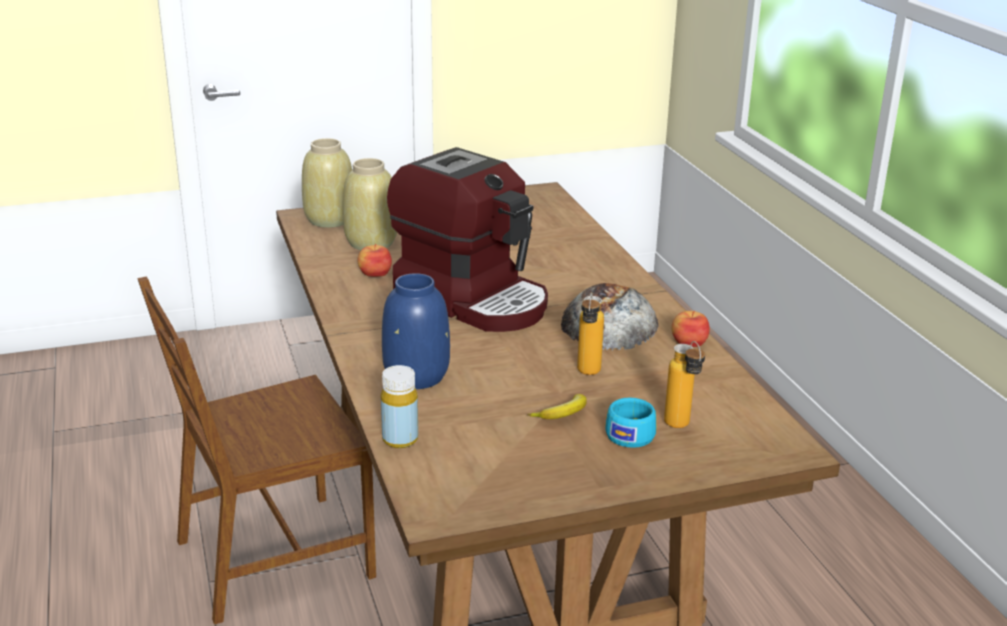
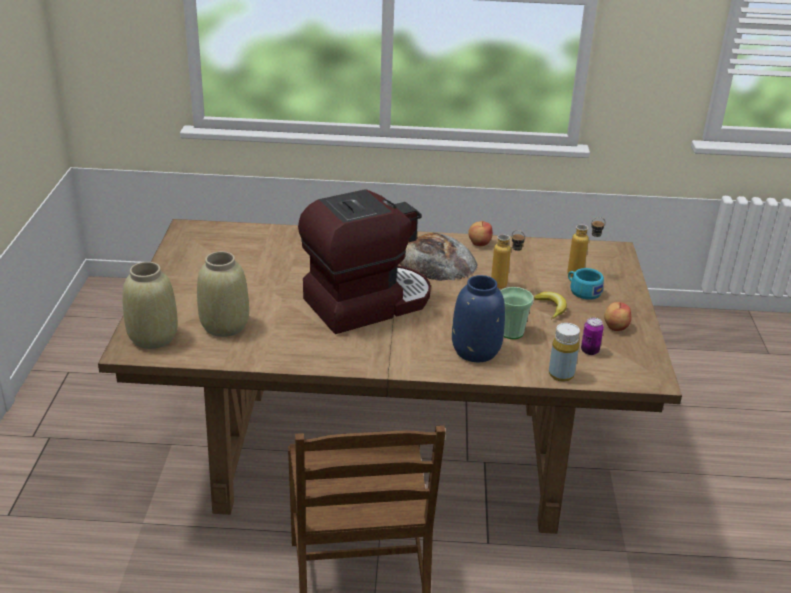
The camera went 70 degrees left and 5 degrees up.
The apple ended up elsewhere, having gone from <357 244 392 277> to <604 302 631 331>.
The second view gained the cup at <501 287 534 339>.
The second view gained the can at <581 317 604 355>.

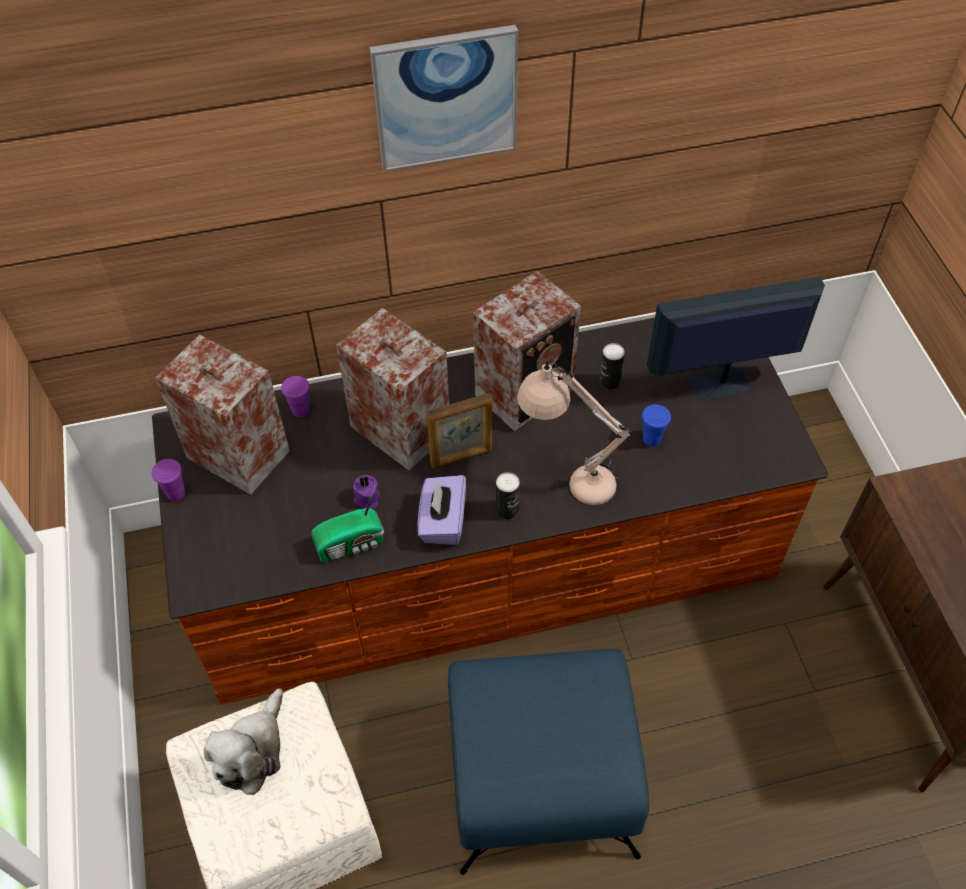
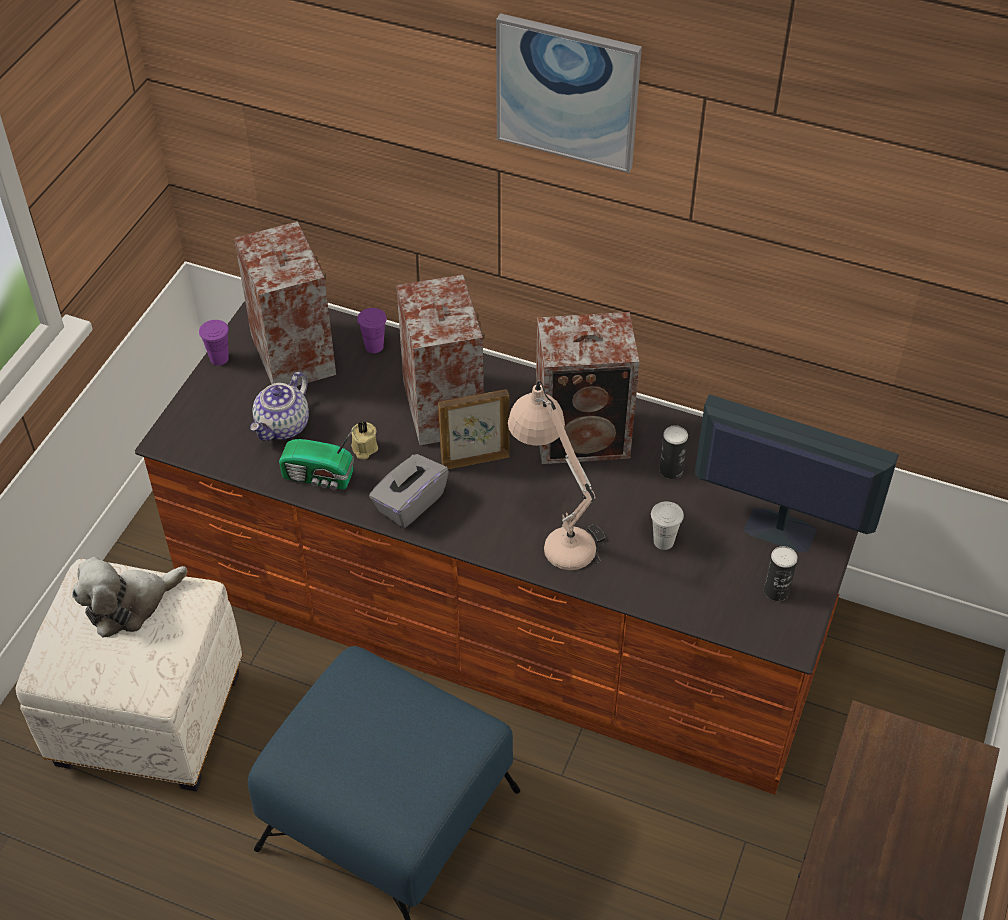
The camera went 35 degrees right and 5 degrees down.
What was the candle/purple at <353 475 380 509> turned into the candle/beige at <351 421 378 459>.
What was the tissue box/purple at <418 475 466 545> turned into the tissue box/grey at <369 454 449 528>.
The picture frame at <427 393 492 469> ended up facing another way, 150 degrees clockwise from before.
The can ended up elsewhere, having gone from <496 472 520 520> to <764 546 798 601>.
What was the cup/blue at <642 404 671 446> turned into the cup/white at <651 501 684 550>.
The second view gained the teapot at <250 372 309 441>.

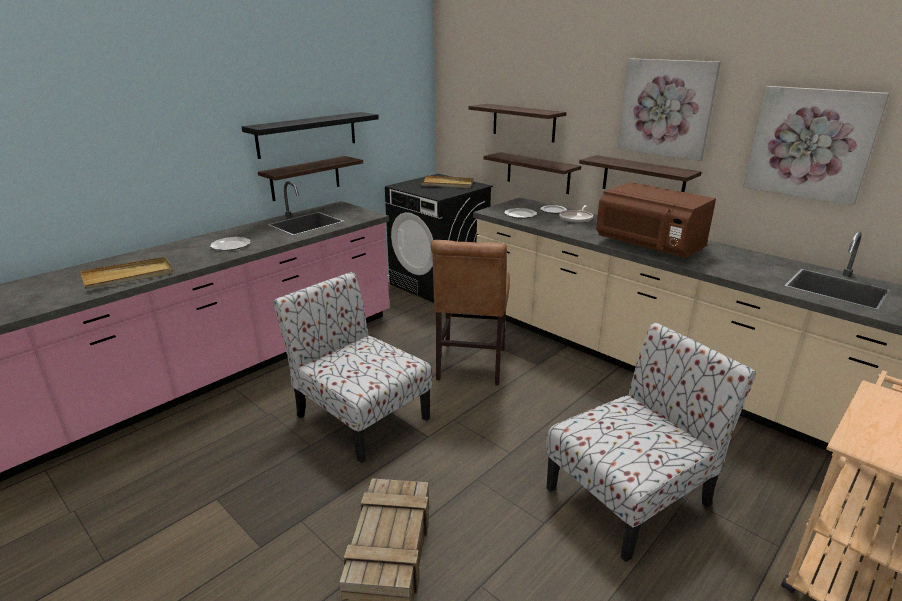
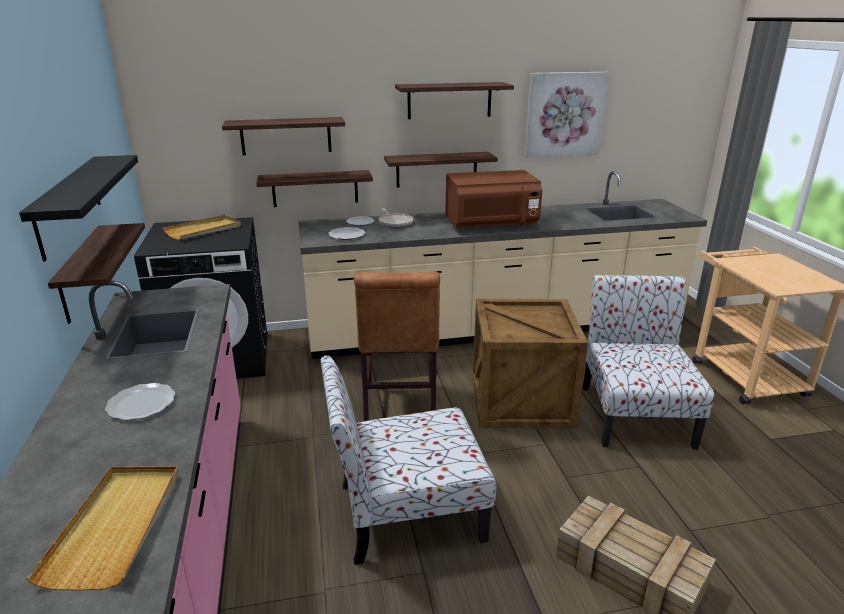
The camera went 55 degrees left and 0 degrees up.
The chair/brown at <431 240 510 385> ended up facing another way, 45 degrees clockwise from before.
Where the picture hung at <617 59 721 161>, the shelf came to hang at <395 82 514 119>.
The second view gained the crate at <473 299 588 428>.

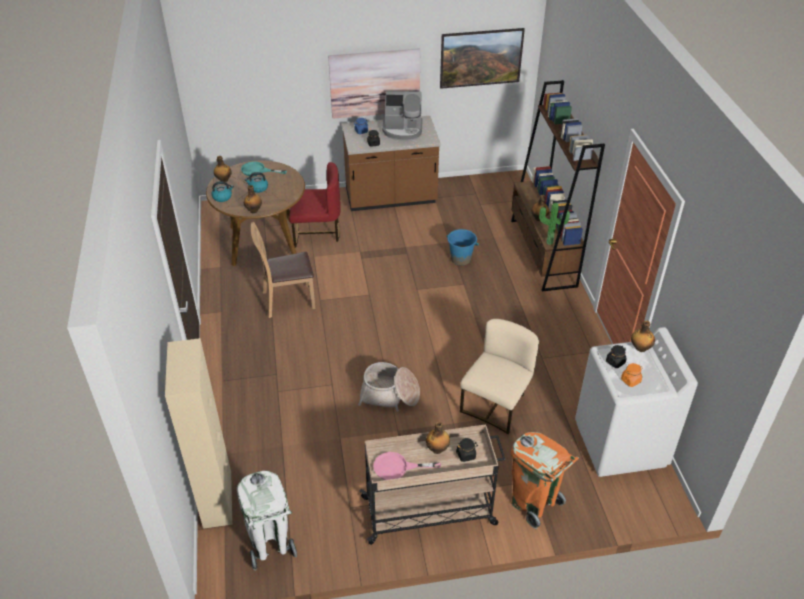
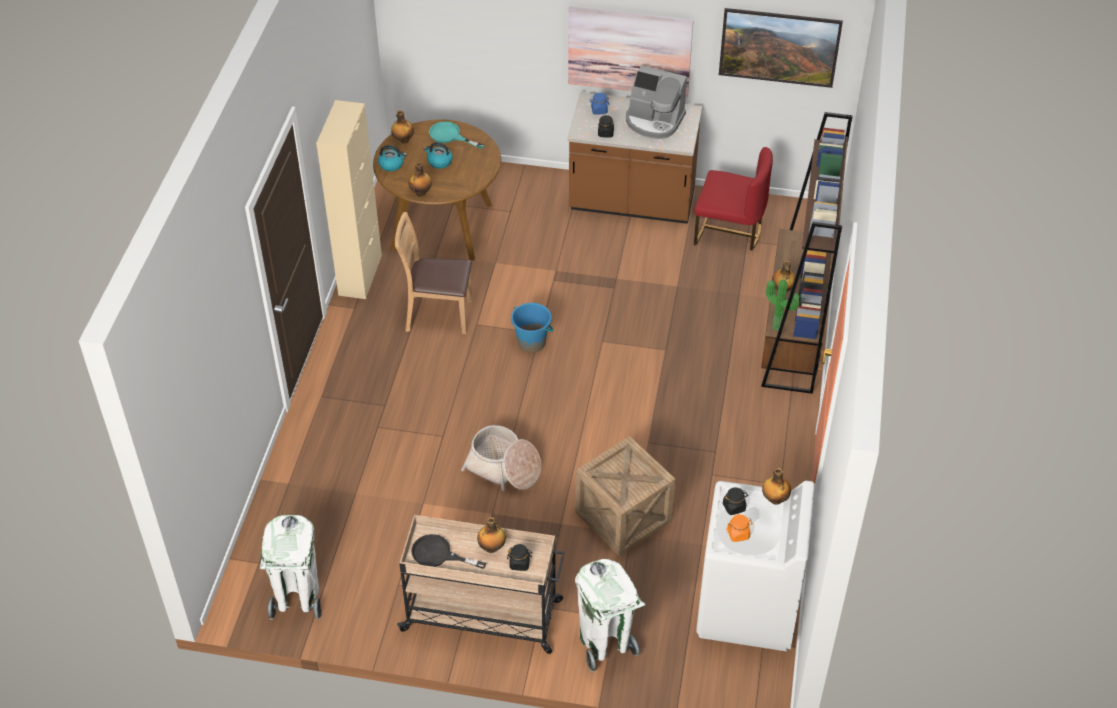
The camera went 20 degrees right and 5 degrees up.
The cabinet/beige ended up elsewhere, having gone from <165 338 233 529> to <316 100 382 299>.
The chair/red ended up elsewhere, having gone from <289 162 341 247> to <694 147 773 250>.
What was the frying pan/pink at <373 452 441 480> turned into the frying pan/black at <411 534 486 569>.
The bucket/blue ended up elsewhere, having gone from <446 229 479 266> to <511 303 554 353>.
Where the chair/beige stood at <460 319 539 434>, the crate came to stand at <575 436 676 557>.
What was the trash can/orange at <511 432 579 529> turned into the trash can/white at <575 559 646 673>.

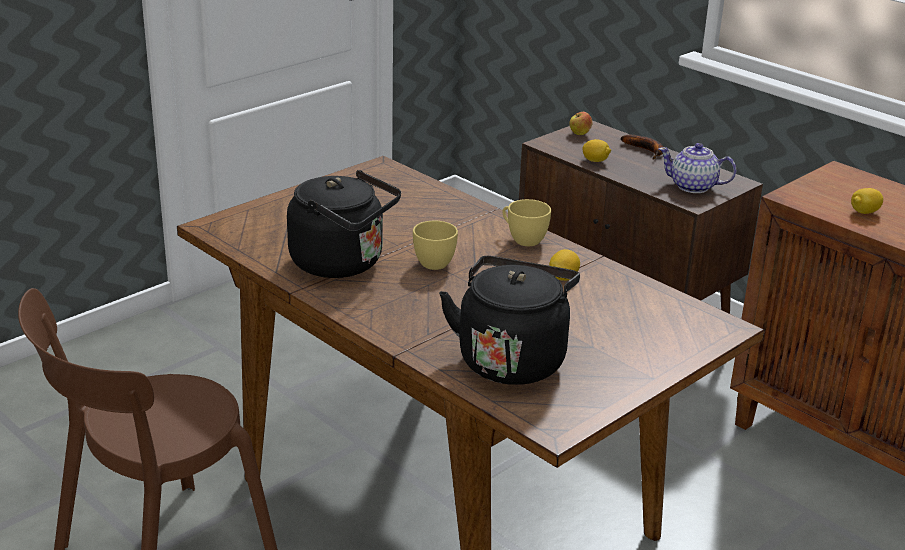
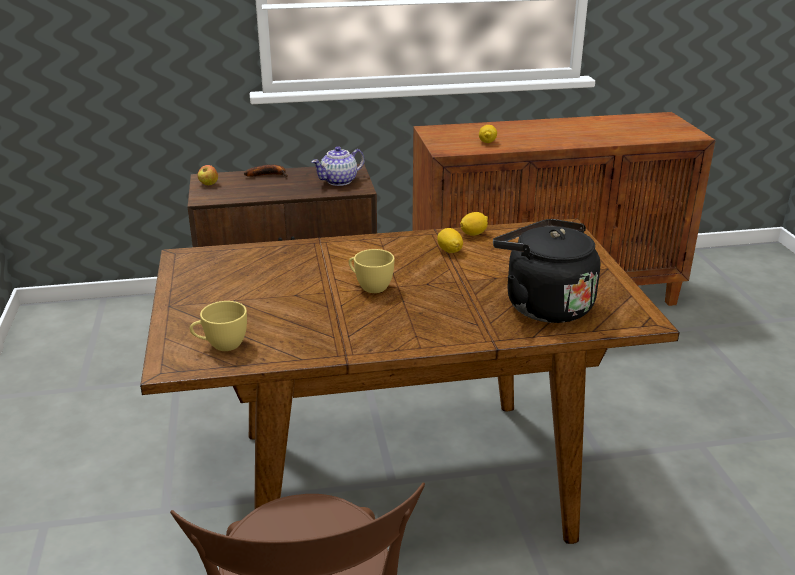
The camera went 55 degrees left and 0 degrees up.
The second view lost the kettle/black at <287 170 401 278>.
The cup/yellow ended up elsewhere, having gone from <502 199 551 246> to <190 301 247 351>.
The lemon ended up elsewhere, having gone from <582 139 611 162> to <460 212 488 236>.

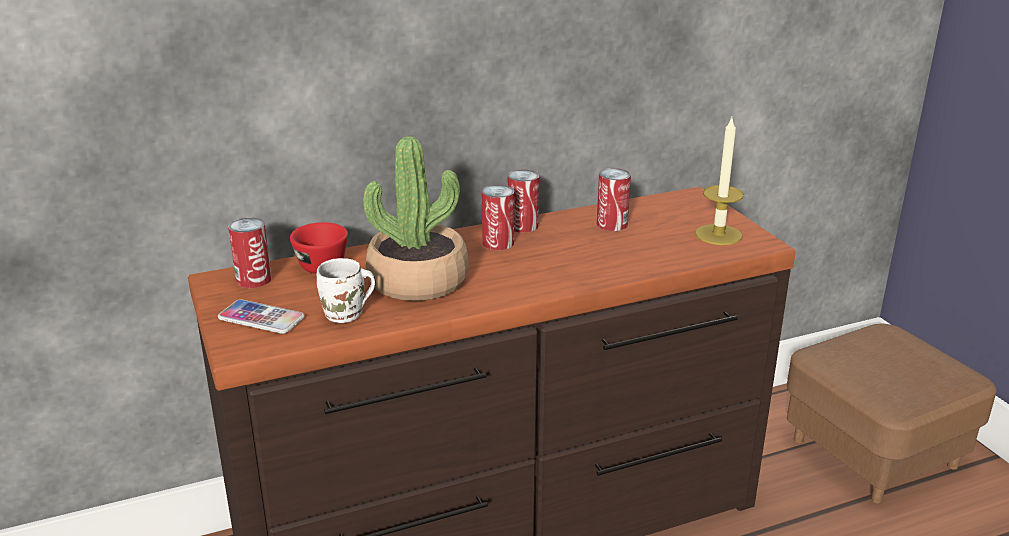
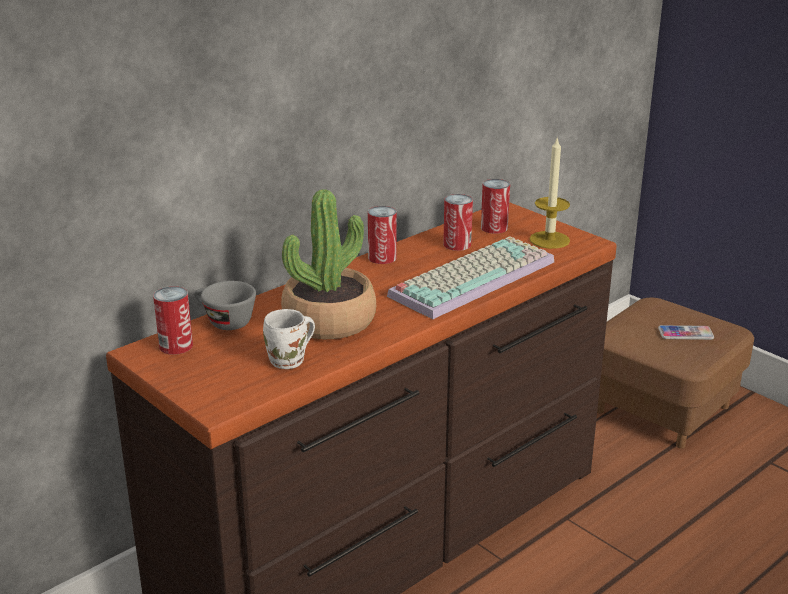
The camera went 20 degrees left and 0 degrees up.
The phone ended up elsewhere, having gone from <218 299 305 334> to <658 325 714 340>.
What was the cup/red at <290 222 348 274> turned into the cup/grey at <194 281 256 330>.
The can ended up elsewhere, having gone from <482 185 514 250> to <481 179 510 234>.
The second view gained the keyboard at <387 236 554 319>.

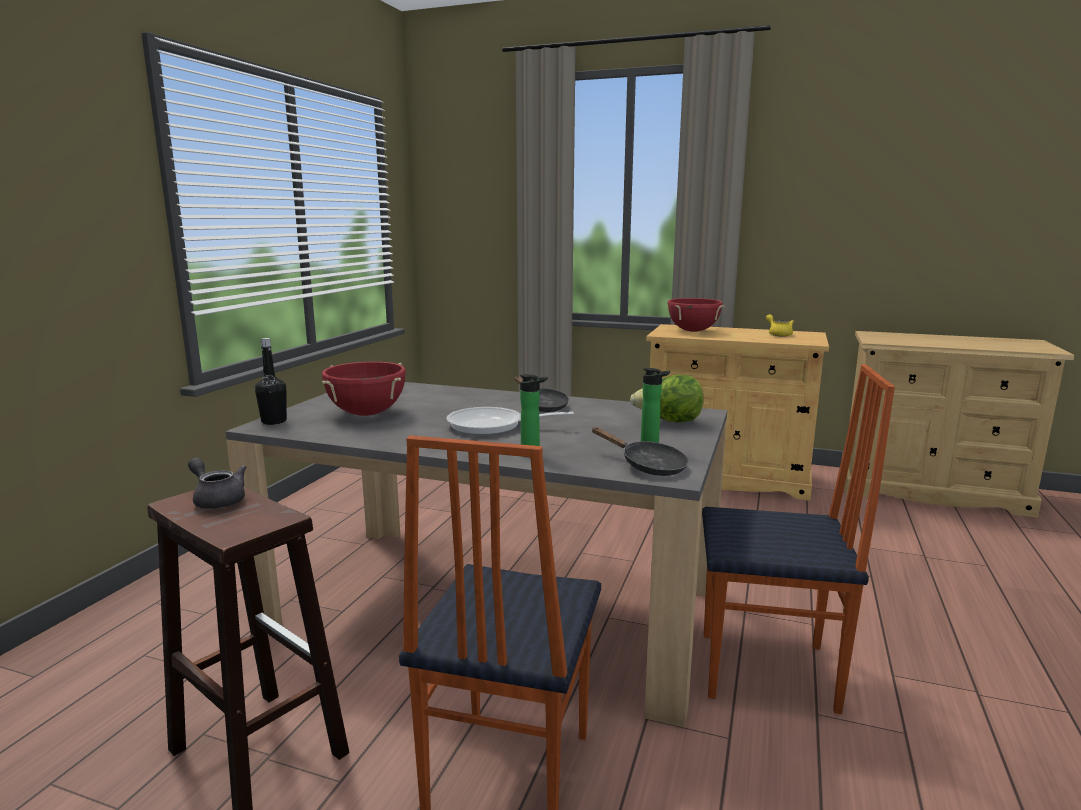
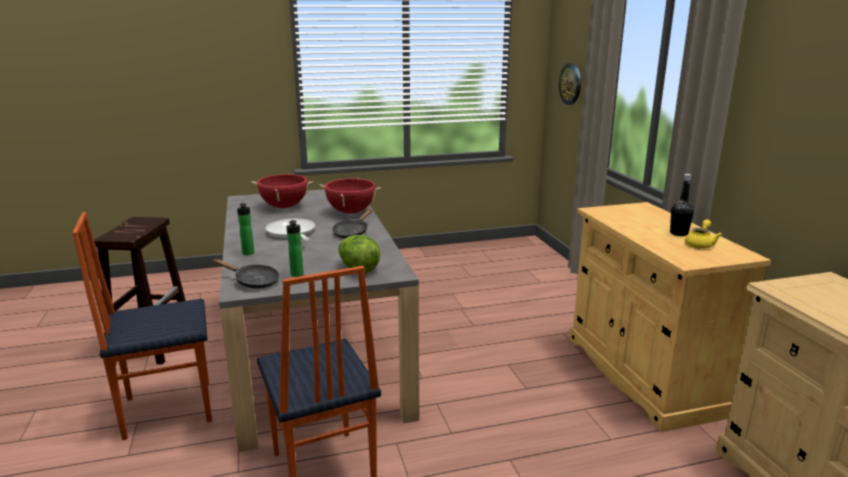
The camera went 55 degrees right and 5 degrees up.
The second view lost the teapot/grey at <188 458 246 509>.
The bottle/black ended up elsewhere, having gone from <255 338 287 425> to <670 174 694 236>.
The frying pan/black at <592 427 688 476> ended up facing another way, 75 degrees counterclockwise from before.
The cooking pot/red ended up elsewhere, having gone from <667 298 725 332> to <319 178 381 214>.
The second view gained the wall clock at <559 63 581 105>.

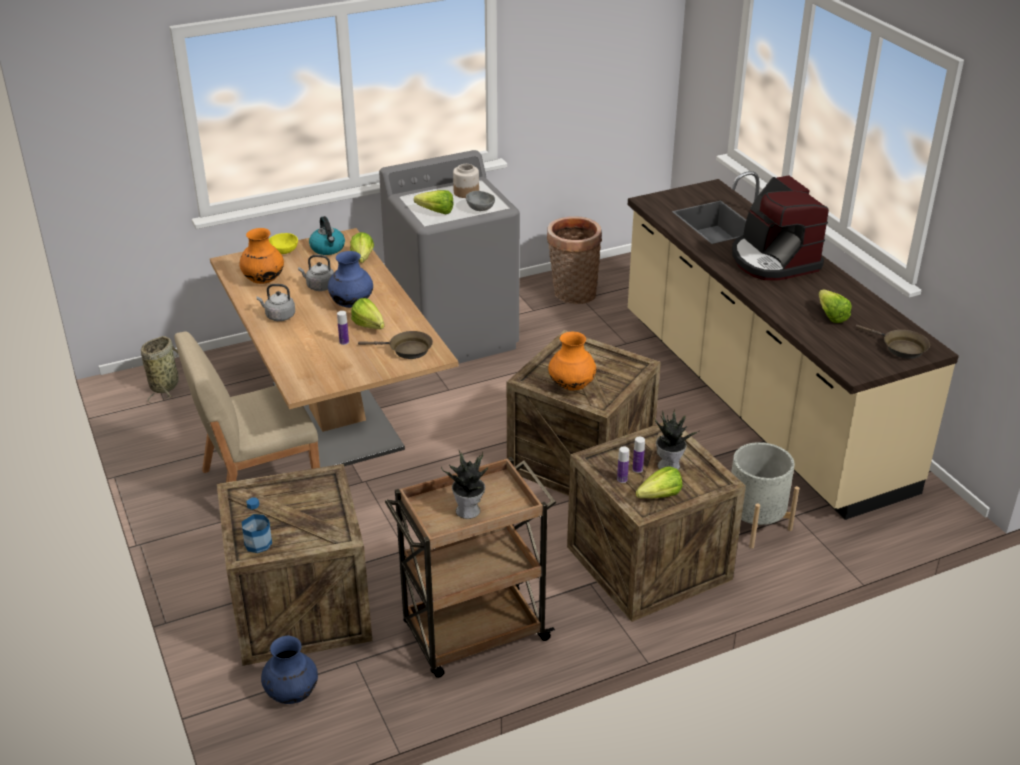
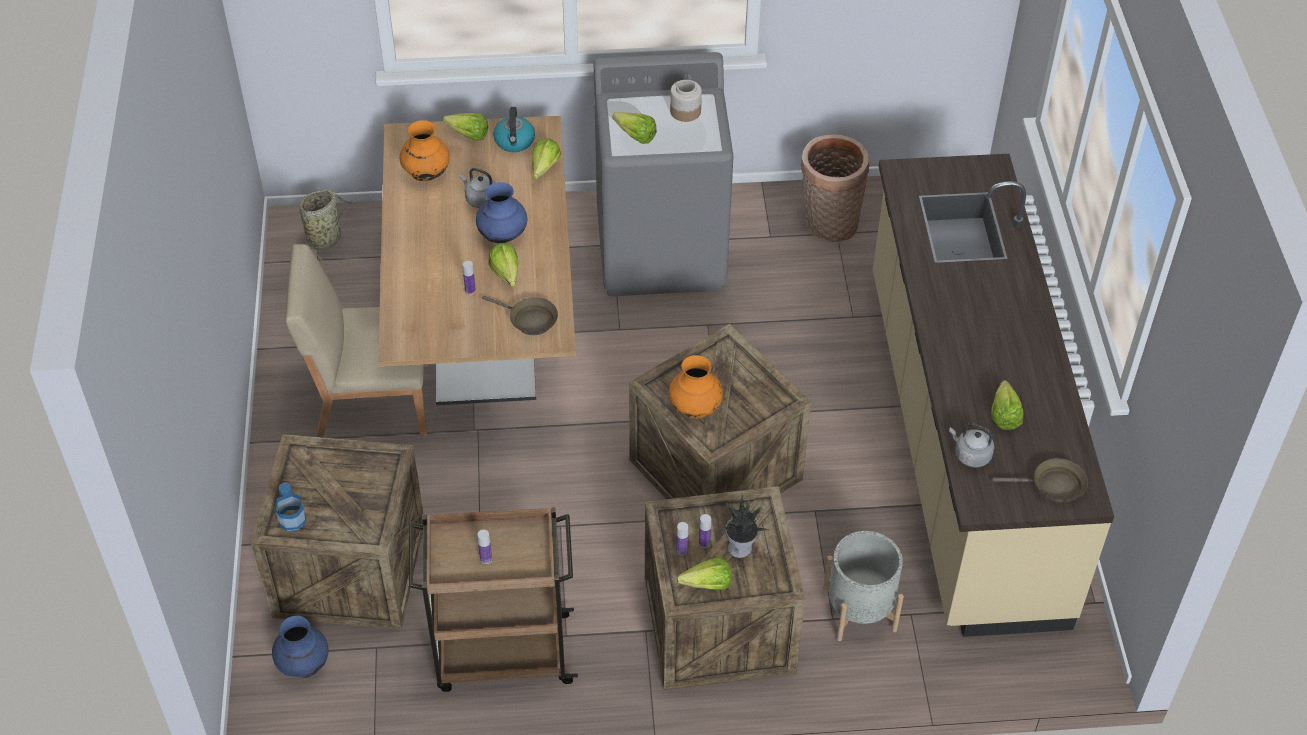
The camera went 20 degrees right and 15 degrees up.
The kettle/grey ended up elsewhere, having gone from <257 284 295 321> to <949 423 994 467>.
Where the bowl/yellow stood at <269 233 298 254>, the lettuce came to stand at <443 113 488 141>.
Where the potted plant stood at <441 449 488 519>, the bottle came to stand at <478 530 492 564>.
The second view lost the bowl/grey at <466 191 495 211>.
The second view lost the coffee machine at <732 176 829 281>.
The frying pan/brown at <855 325 930 359> ended up facing another way, 60 degrees counterclockwise from before.

